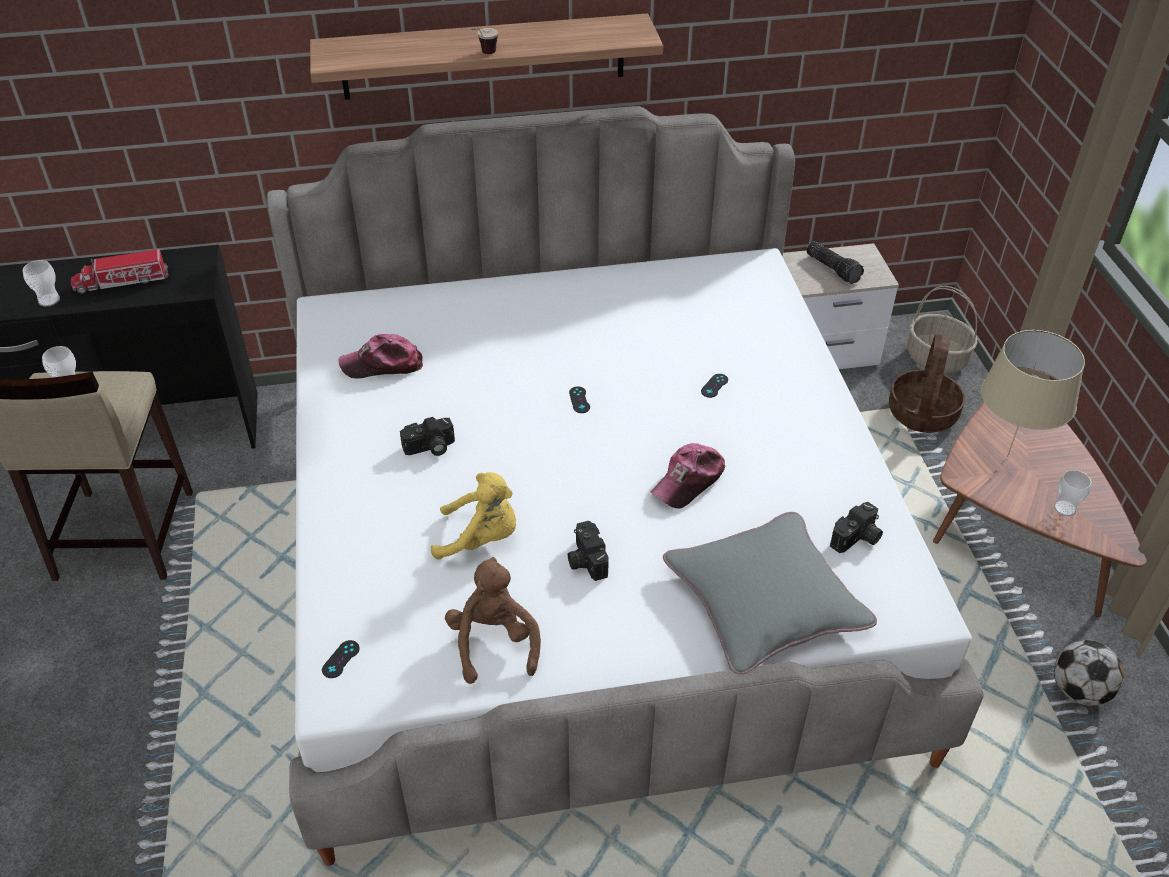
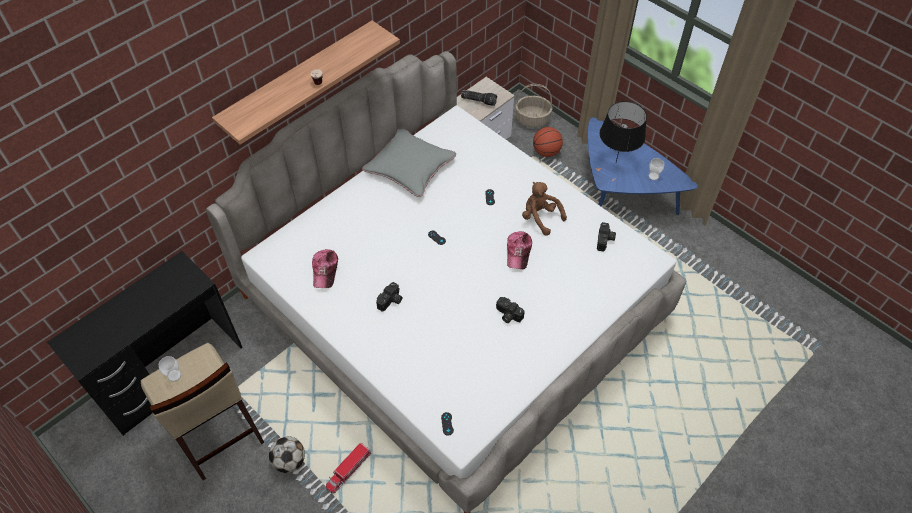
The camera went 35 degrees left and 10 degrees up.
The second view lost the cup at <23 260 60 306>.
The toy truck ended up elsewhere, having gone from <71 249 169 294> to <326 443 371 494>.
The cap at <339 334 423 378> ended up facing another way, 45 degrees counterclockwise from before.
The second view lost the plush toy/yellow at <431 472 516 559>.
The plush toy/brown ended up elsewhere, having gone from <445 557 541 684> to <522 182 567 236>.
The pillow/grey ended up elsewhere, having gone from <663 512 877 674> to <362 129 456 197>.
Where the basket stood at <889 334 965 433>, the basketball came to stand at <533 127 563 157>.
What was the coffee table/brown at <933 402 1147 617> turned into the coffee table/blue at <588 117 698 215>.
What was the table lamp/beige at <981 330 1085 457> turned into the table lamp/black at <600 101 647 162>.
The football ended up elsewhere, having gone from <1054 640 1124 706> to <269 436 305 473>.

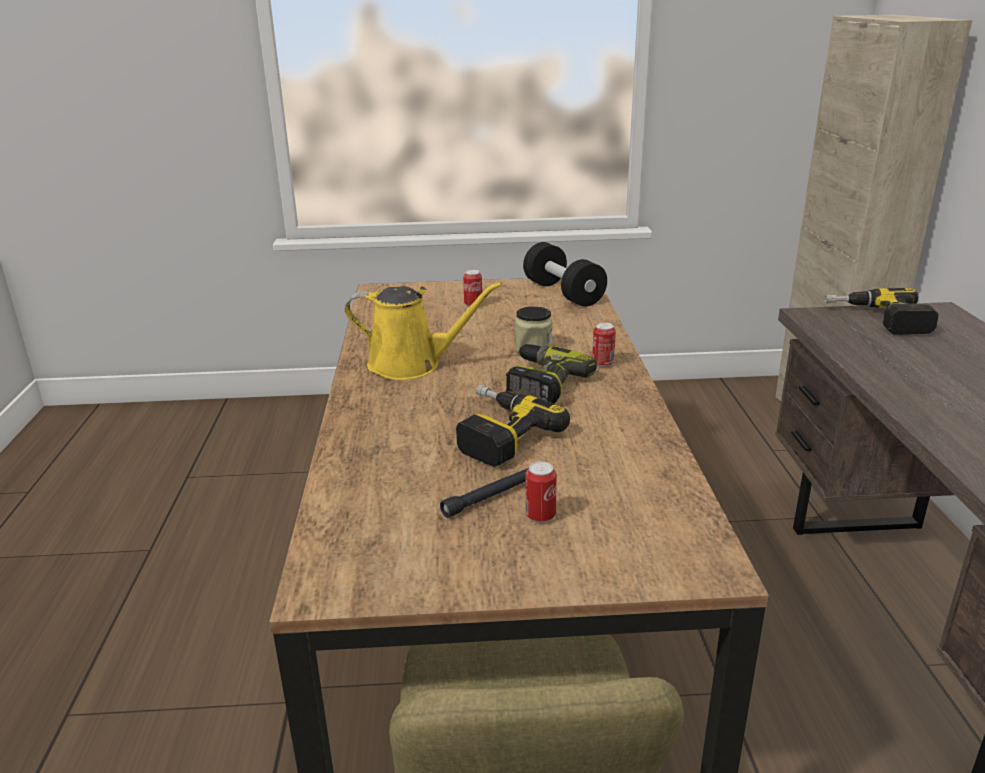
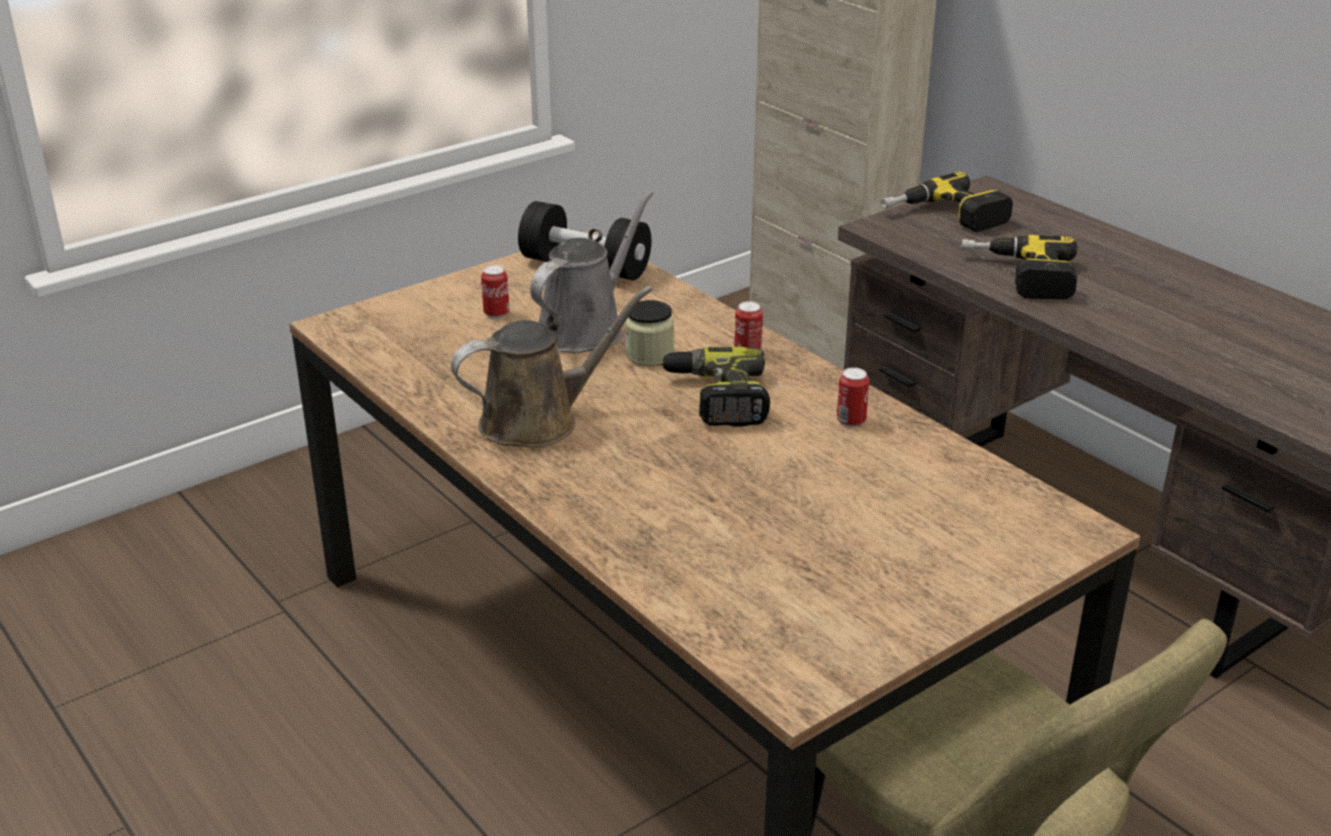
The camera went 35 degrees left and 5 degrees up.
What was the watering can/yellow at <345 282 502 380> turned into the watering can/brown at <451 286 653 448>.
The second view lost the flashlight/black at <440 468 529 518>.
The power drill ended up elsewhere, having gone from <456 384 570 467> to <961 235 1077 299>.
The can ended up elsewhere, having gone from <525 461 557 523> to <837 367 869 428>.
The second view gained the watering can/grey at <530 190 654 353>.

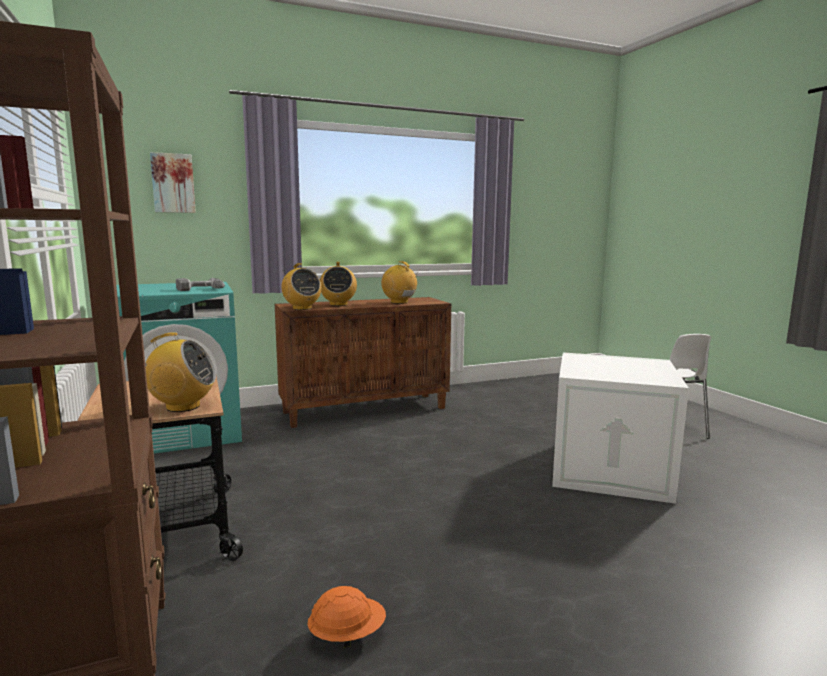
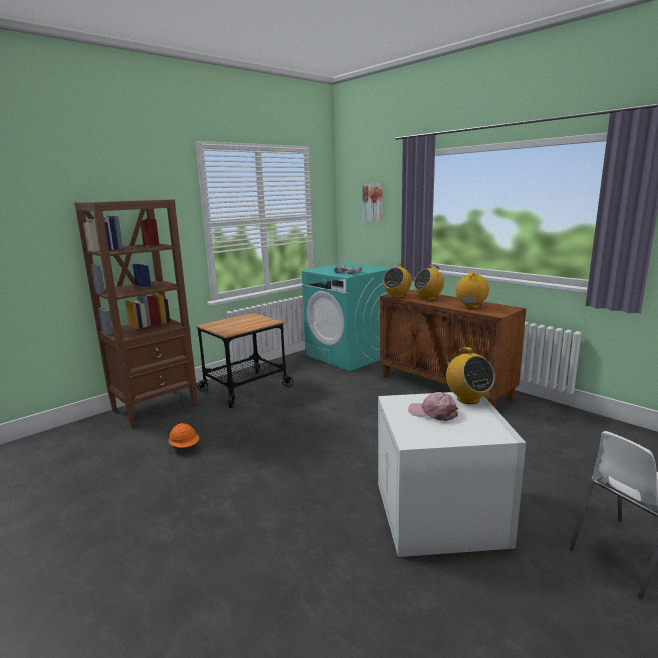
The camera went 70 degrees right and 5 degrees up.
The radio ended up elsewhere, having gone from <145 332 216 412> to <445 347 495 404>.
The second view gained the cap/pink at <408 392 458 421>.

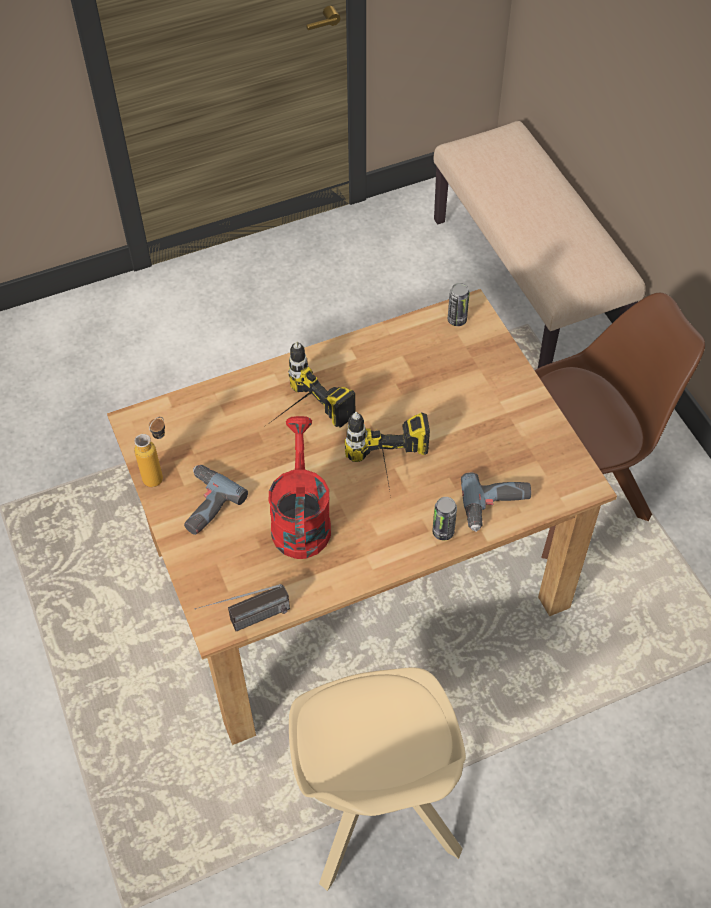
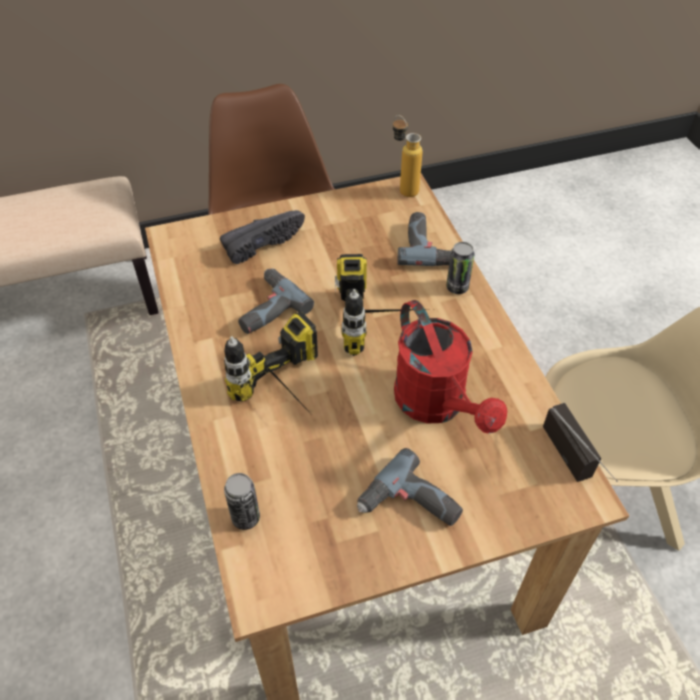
The camera went 85 degrees left and 5 degrees down.
The bottle ended up elsewhere, having gone from <134 417 165 487> to <393 115 423 197>.
The watering can/red at <269 416 331 559> ended up facing another way, 120 degrees counterclockwise from before.
The can ended up elsewhere, having gone from <448 283 470 326> to <224 473 260 530>.
The second view gained the shoe/black at <220 210 305 264>.
The second view gained the power drill at <238 268 314 334>.

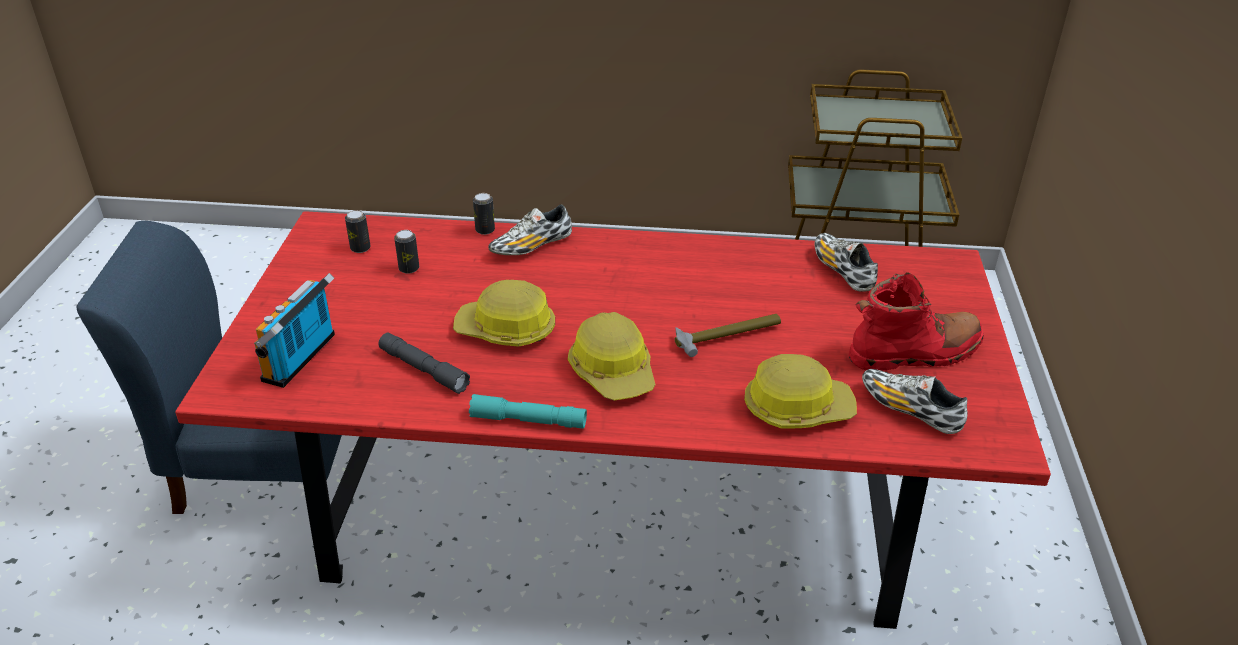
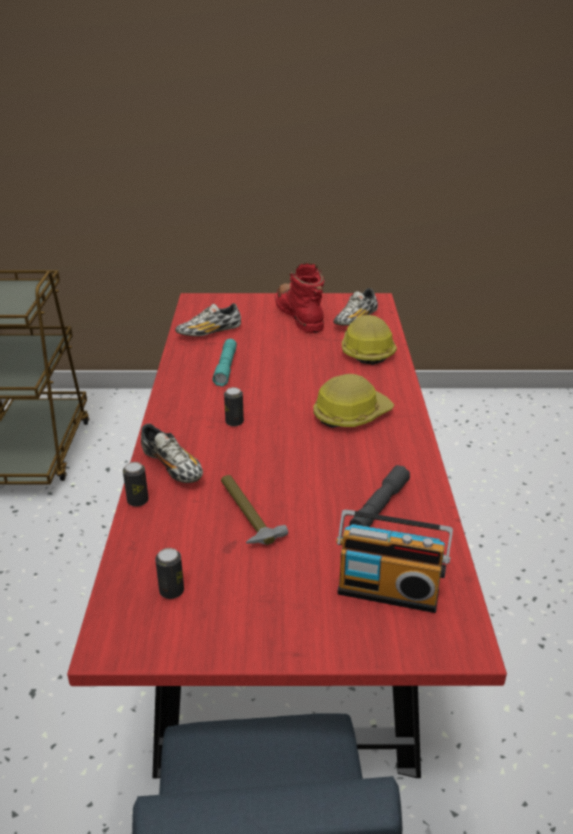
The camera went 95 degrees left and 5 degrees down.
The can ended up elsewhere, having gone from <394 230 419 274> to <224 387 244 426>.
The second view lost the hard hat at <453 280 555 347>.
The flashlight/turquoise ended up elsewhere, having gone from <469 394 587 429> to <212 339 237 386>.
The hammer ended up elsewhere, having gone from <675 314 781 357> to <221 475 288 545>.

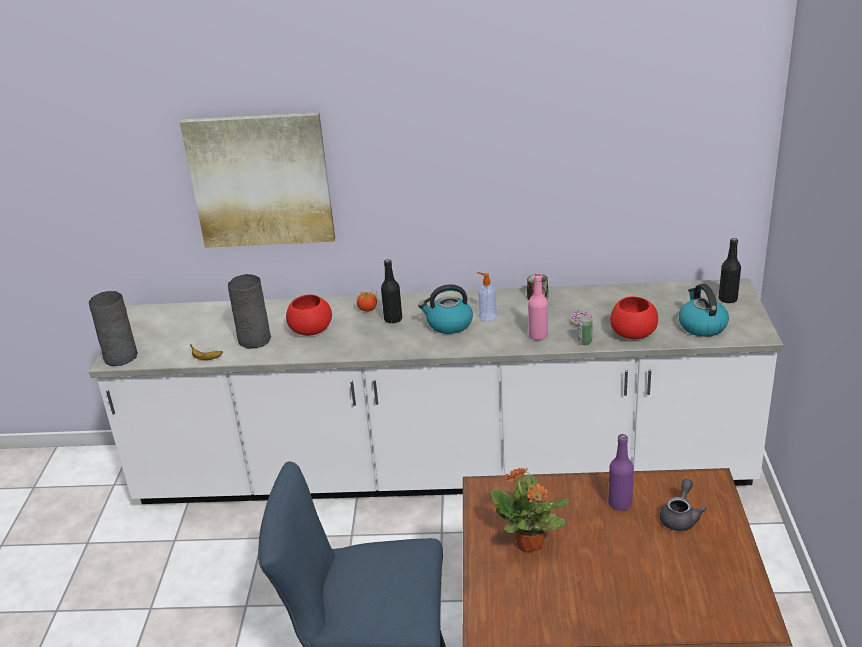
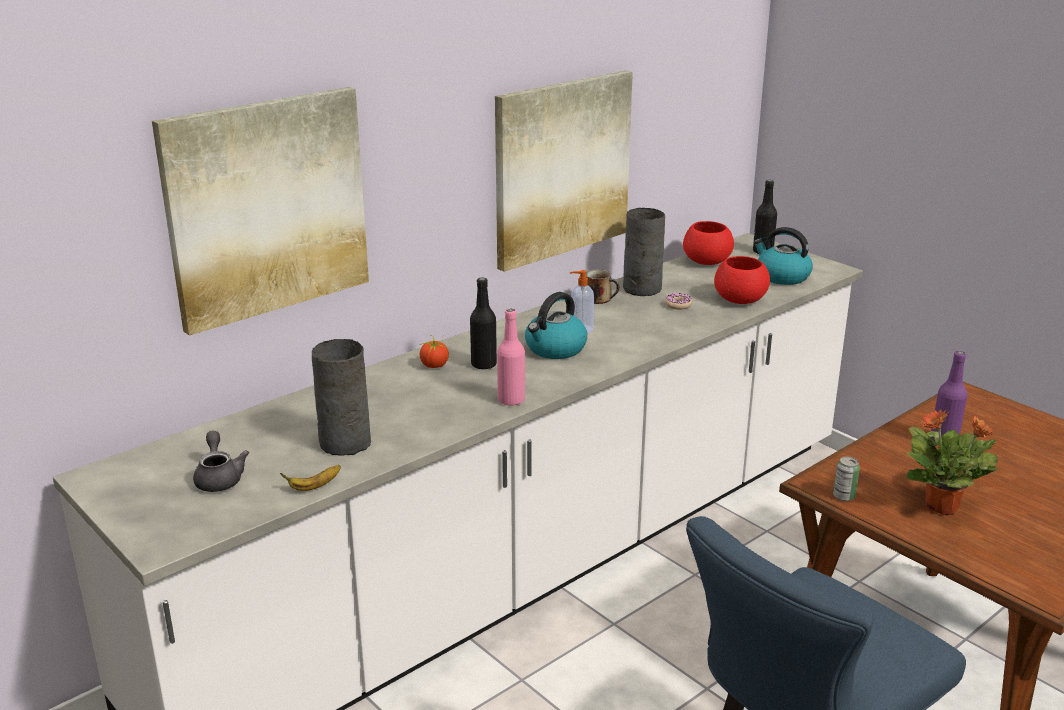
The camera went 45 degrees left and 5 degrees down.
The vase/grey ended up elsewhere, having gone from <89 291 138 366> to <623 208 665 296>.
The bowl/red ended up elsewhere, having gone from <286 294 332 336> to <683 221 734 265>.
The bottle/pink ended up elsewhere, having gone from <528 273 548 341> to <497 309 525 406>.
The can ended up elsewhere, having gone from <577 316 593 345> to <833 456 860 501>.
The teapot/grey ended up elsewhere, having gone from <660 479 707 531> to <193 431 249 492>.
The second view gained the picture at <495 70 633 272>.

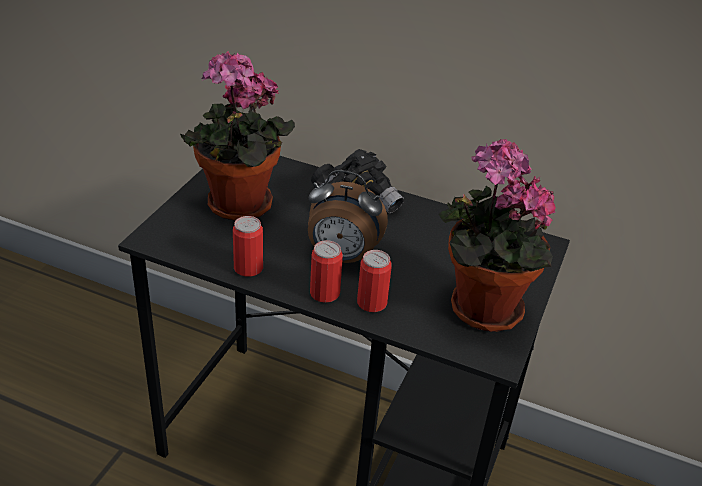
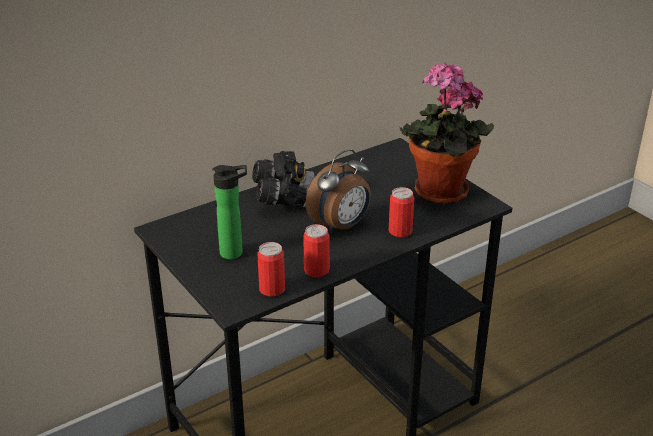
The camera went 55 degrees left and 5 degrees down.
Where the potted plant stood at <180 51 295 221>, the bottle came to stand at <212 165 247 259>.
The can ended up elsewhere, having gone from <310 240 343 303> to <258 242 285 297>.

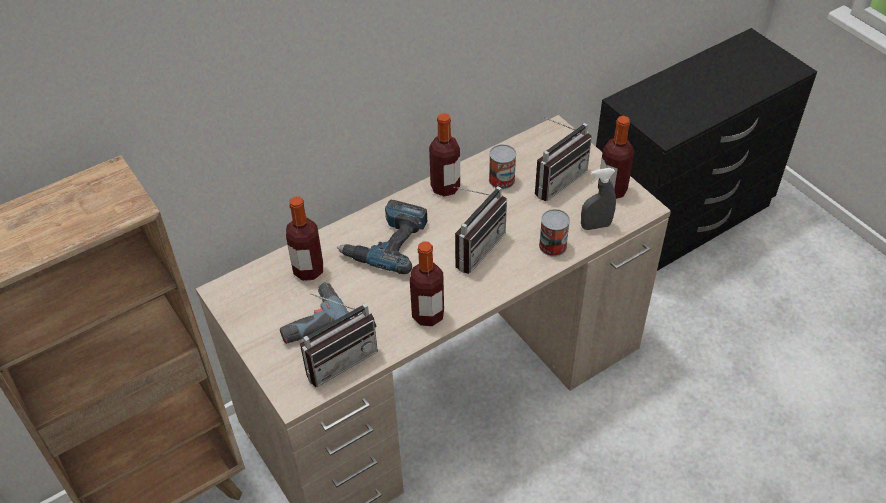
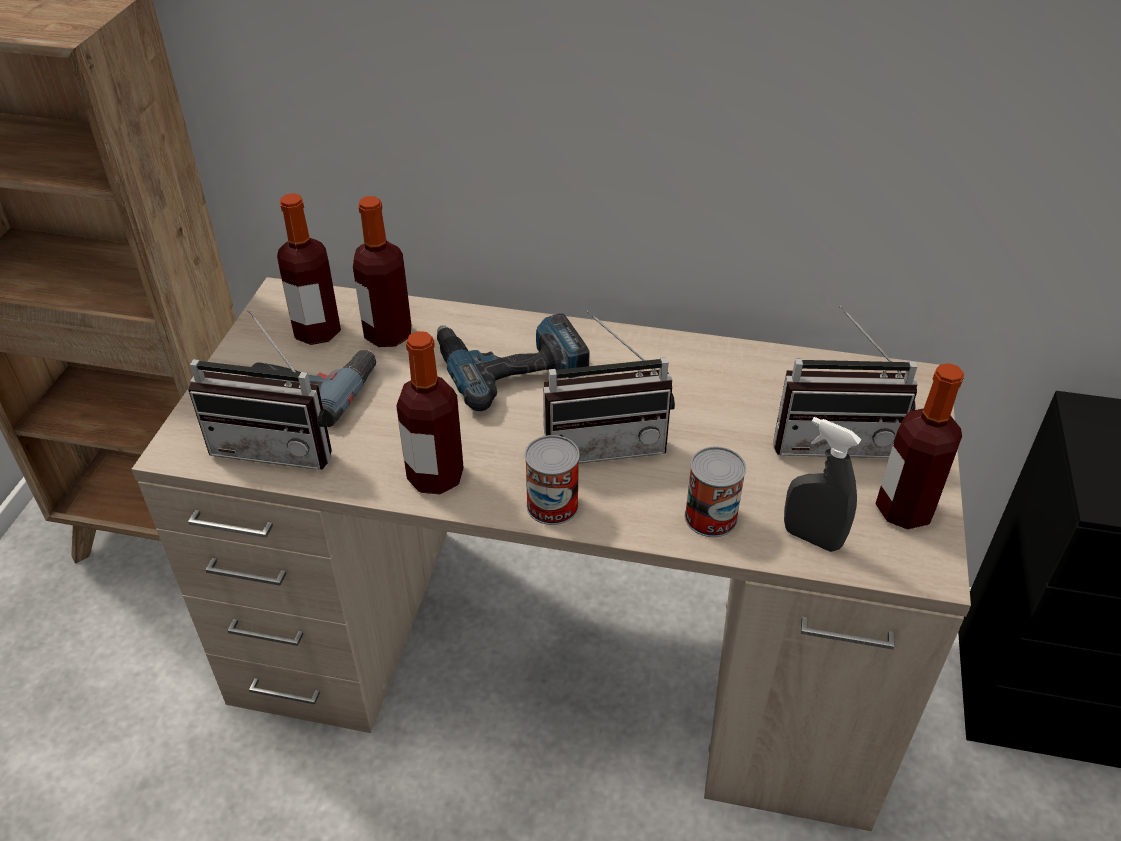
The camera went 45 degrees right and 5 degrees down.
The bottle ended up elsewhere, having gone from <429 113 460 197> to <277 193 341 345>.
The can ended up elsewhere, having gone from <489 144 516 189> to <525 435 580 525>.

